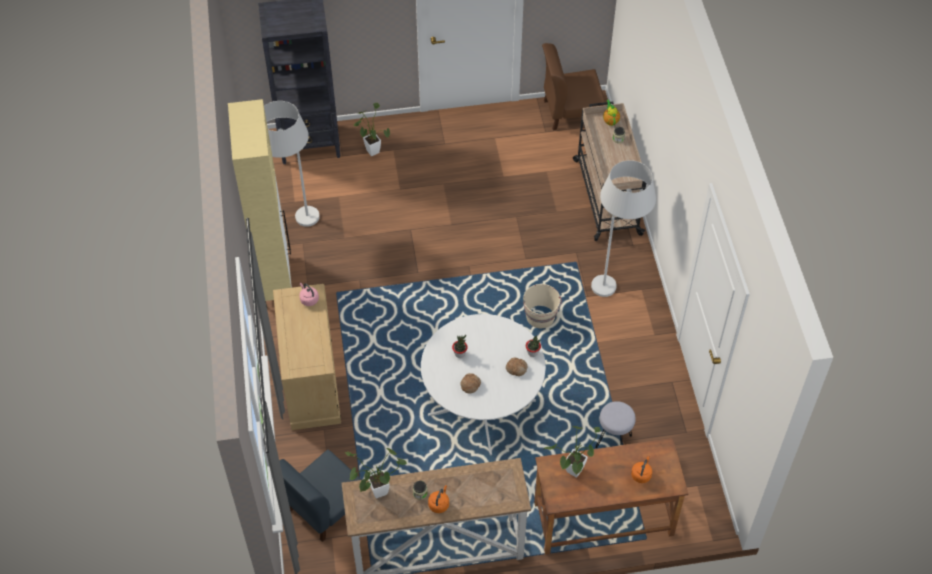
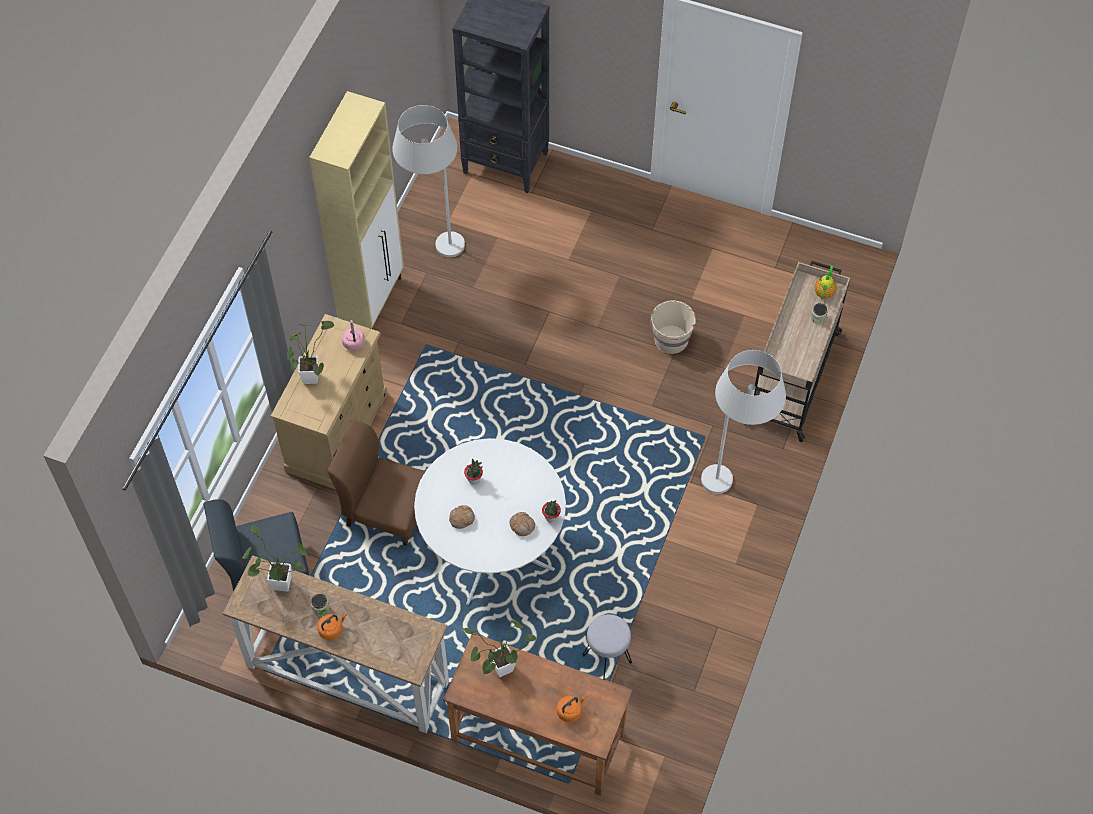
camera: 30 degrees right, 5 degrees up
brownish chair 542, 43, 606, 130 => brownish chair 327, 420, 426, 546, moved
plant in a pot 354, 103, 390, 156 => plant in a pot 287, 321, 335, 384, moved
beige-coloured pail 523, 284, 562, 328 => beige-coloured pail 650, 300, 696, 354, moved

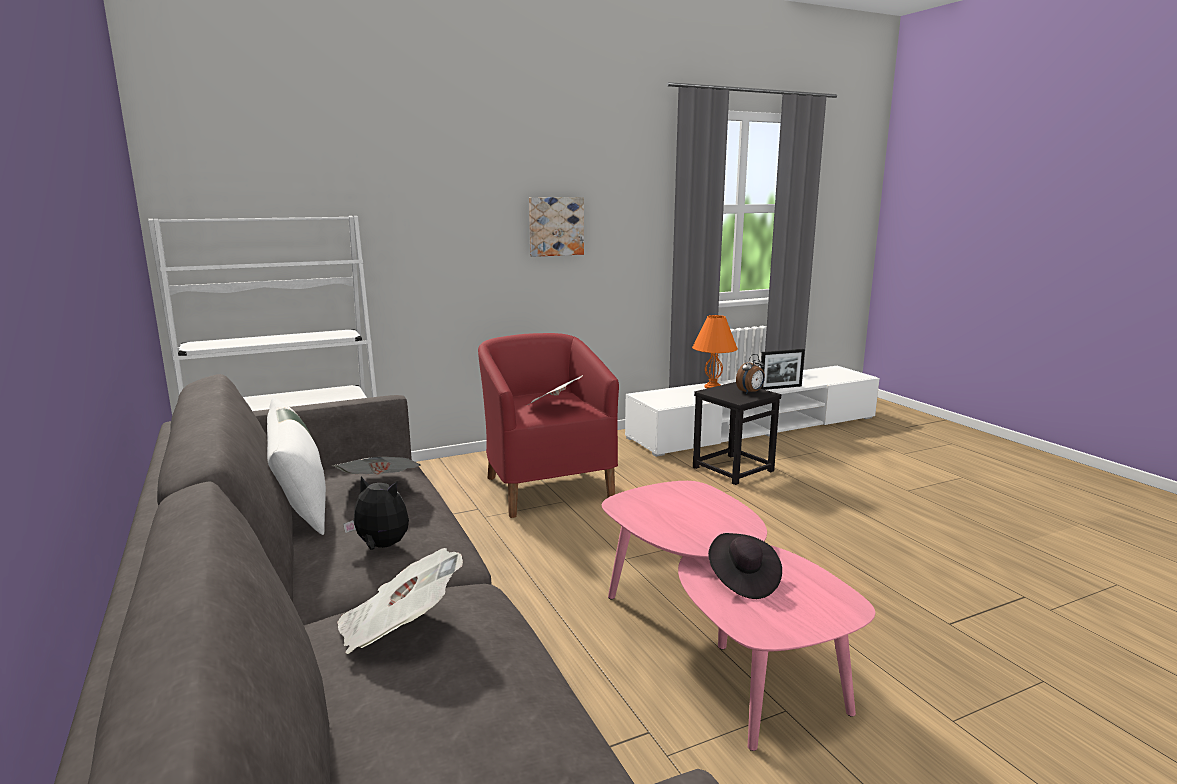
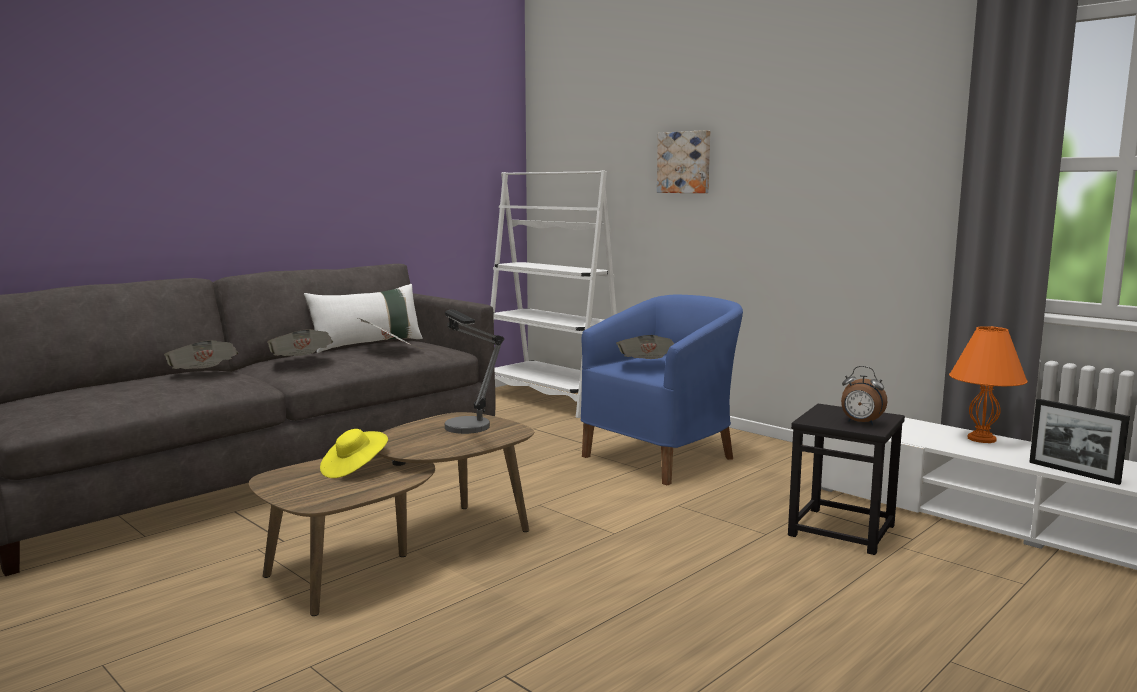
camera: 70 degrees right, 5 degrees down
picture 529, 197, 584, 257 => picture 657, 130, 710, 193, moved
reddish armchair 478, 333, 619, 518 => blue armchair 581, 295, 743, 485
plush toy 343, 476, 409, 550 => printed paper 267, 329, 333, 356
pinkish low table 602, 481, 876, 751 => brownish low table 249, 412, 534, 616
black-coloured clothing hat 708, 533, 782, 599 => yellow clothing hat 320, 429, 388, 478
nothing => lamp for a table 445, 310, 504, 434

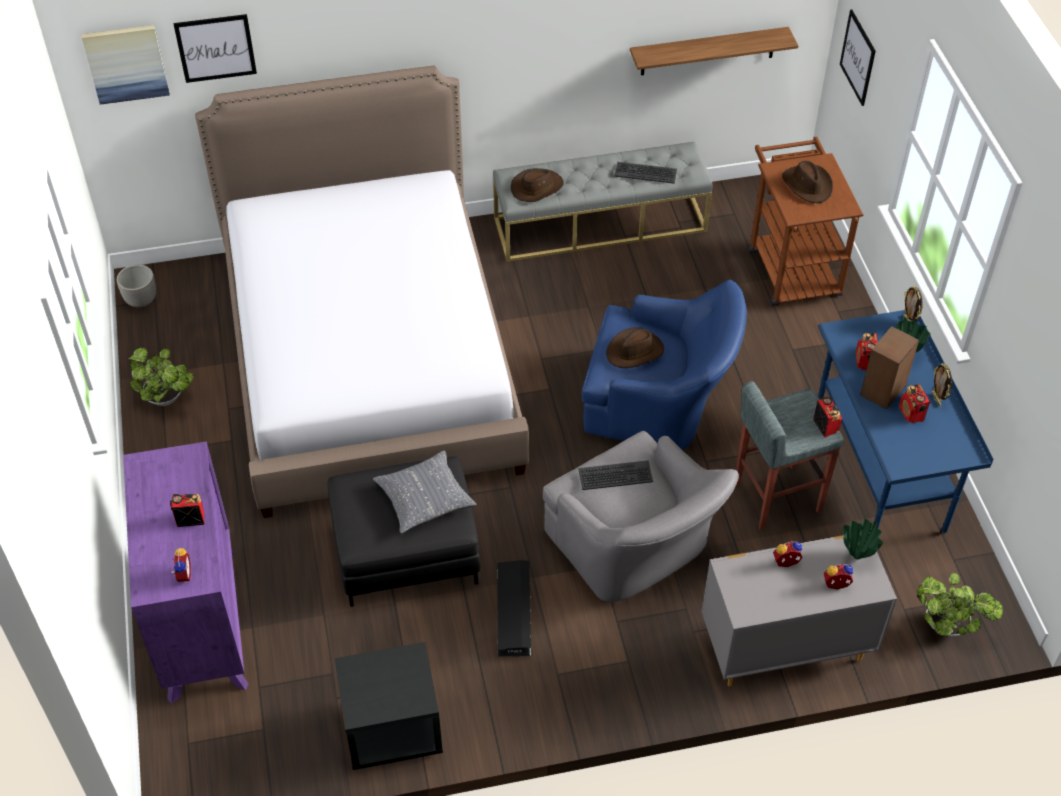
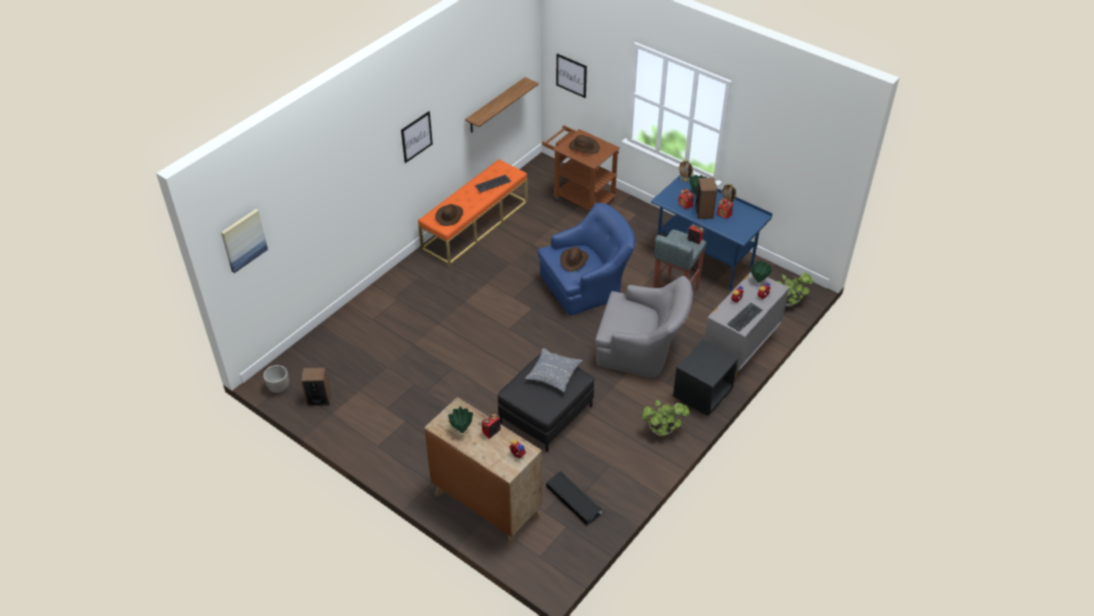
camera: 40 degrees left, 5 degrees down
picture 174, 14, 257, 83 => picture 401, 111, 433, 163, moved
bedroom bed 195, 66, 529, 518 => nothing
gray long seat 493, 142, 713, 262 => orangey long seat 418, 159, 528, 265
plant in a pot 127, 347, 194, 406 => plant in a pot 642, 400, 690, 436, moved
purple drawer chest 123, 441, 249, 704 => brownish drawer chest 424, 397, 542, 547
computer keyboard 578, 460, 653, 490 => computer keyboard 727, 303, 762, 332, moved
black-coloured storage box 497, 560, 531, 656 => black-coloured storage box 546, 471, 602, 526, moved
black-coloured night table 335, 642, 443, 770 => black-coloured night table 673, 339, 738, 416, moved
nothing => loudspeaker 301, 367, 331, 406
nothing => green flower vase 448, 407, 473, 433

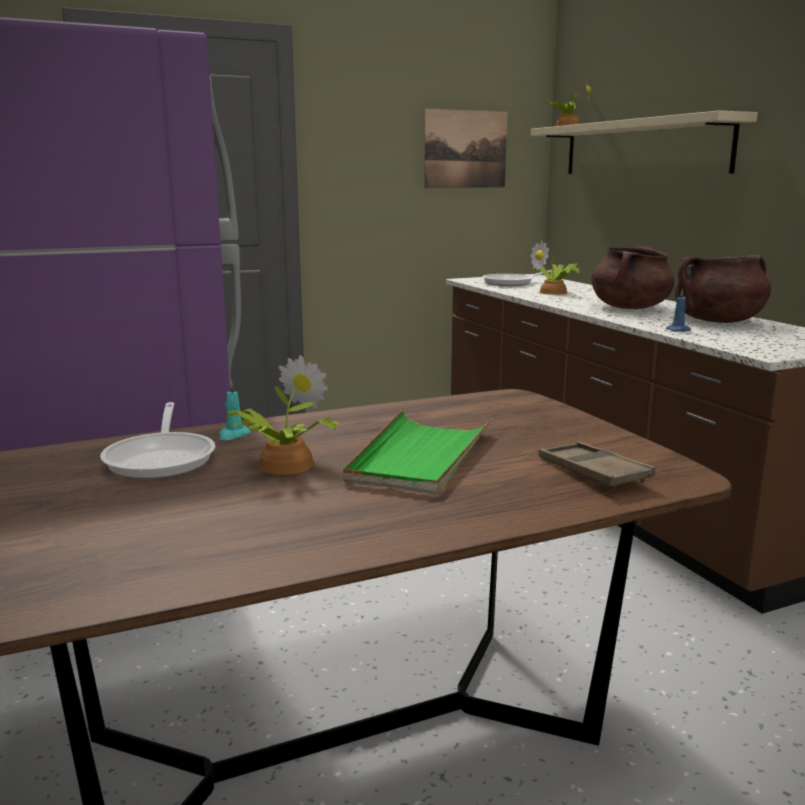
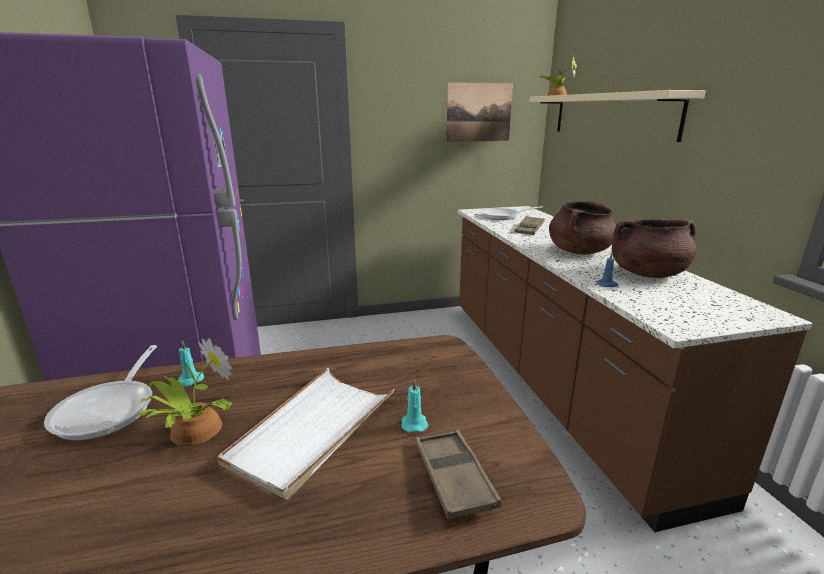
camera: 10 degrees right, 5 degrees up
plant in a pot 531, 240, 580, 295 => brownish tray 514, 216, 545, 235
green tray 343, 410, 492, 495 => white-coloured tray 217, 368, 394, 500
nothing => turquoise candle 401, 379, 428, 432

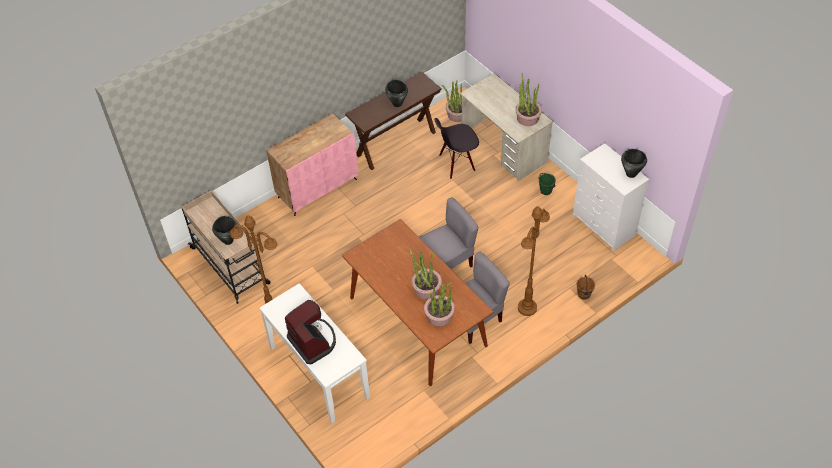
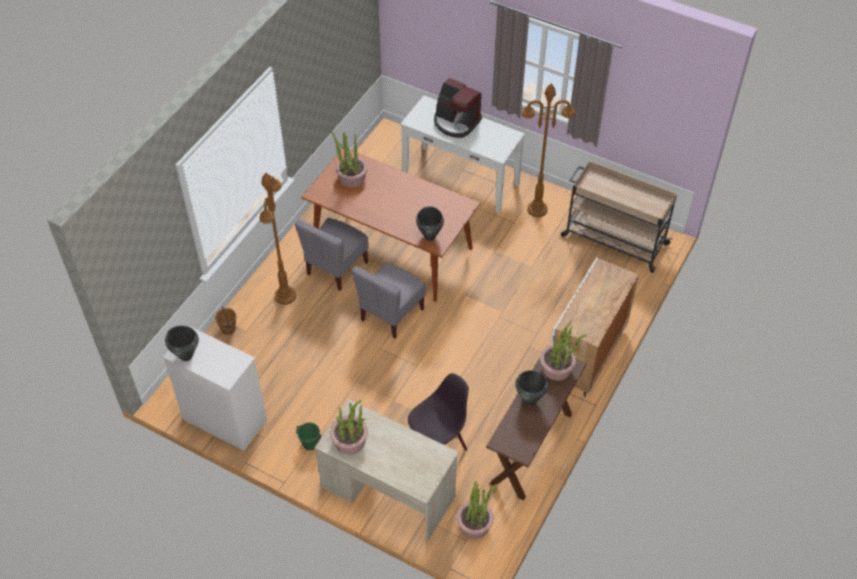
camera: 155 degrees right, 0 degrees up
pinkish storage cabinet 266, 113, 358, 216 => white-coloured storage cabinet 551, 257, 639, 397
black-coloured cooking pot 212, 216, 237, 245 => black-coloured cooking pot 416, 206, 444, 241, moved
plant in a pot 409, 248, 442, 299 => plant in a pot 540, 321, 587, 381, moved

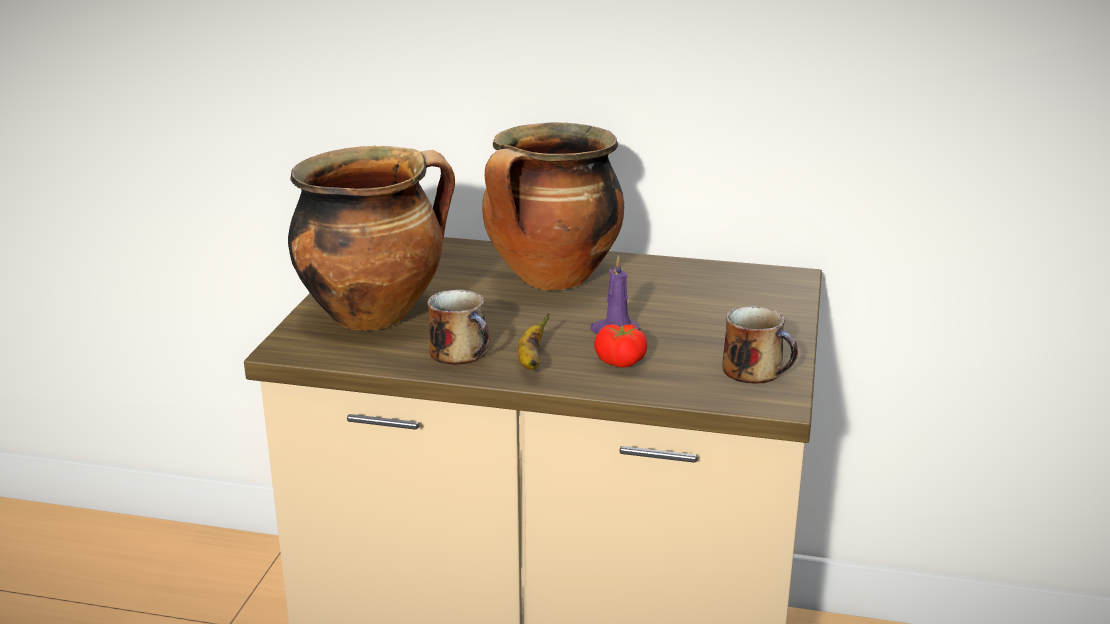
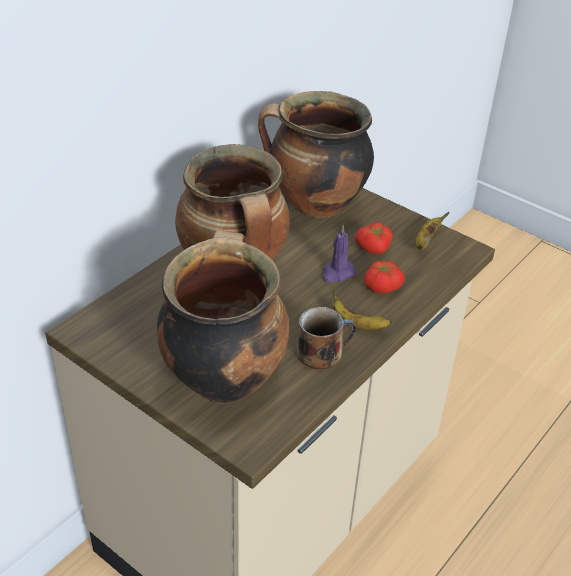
camera: 65 degrees left, 15 degrees up
mug 722, 306, 798, 384 => whole banana 416, 212, 449, 250
nothing => cooking pot 258, 91, 374, 218
nothing => fresh tomato 355, 222, 393, 254

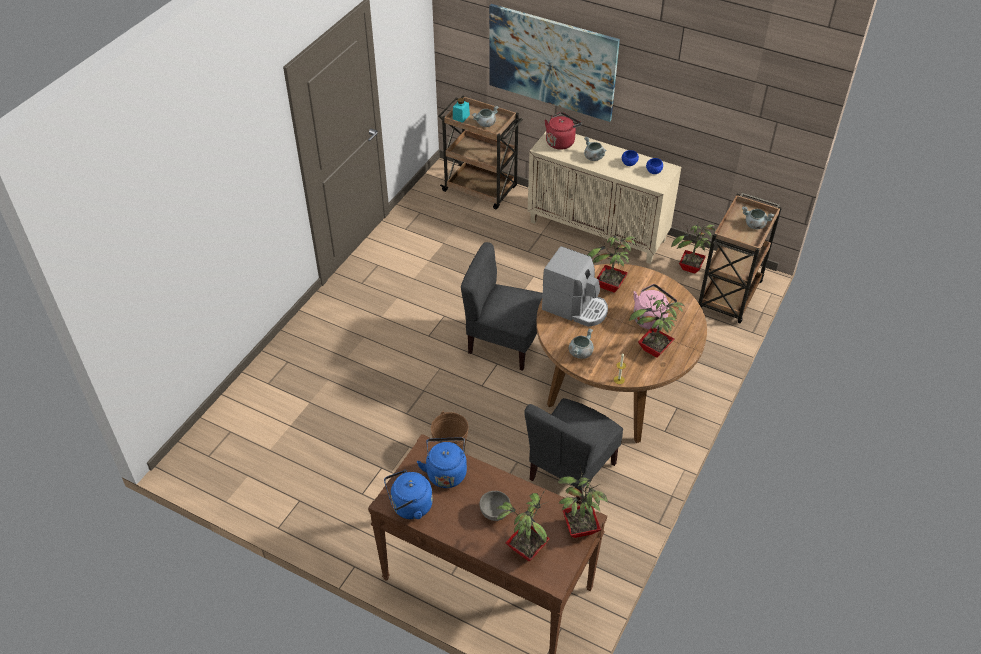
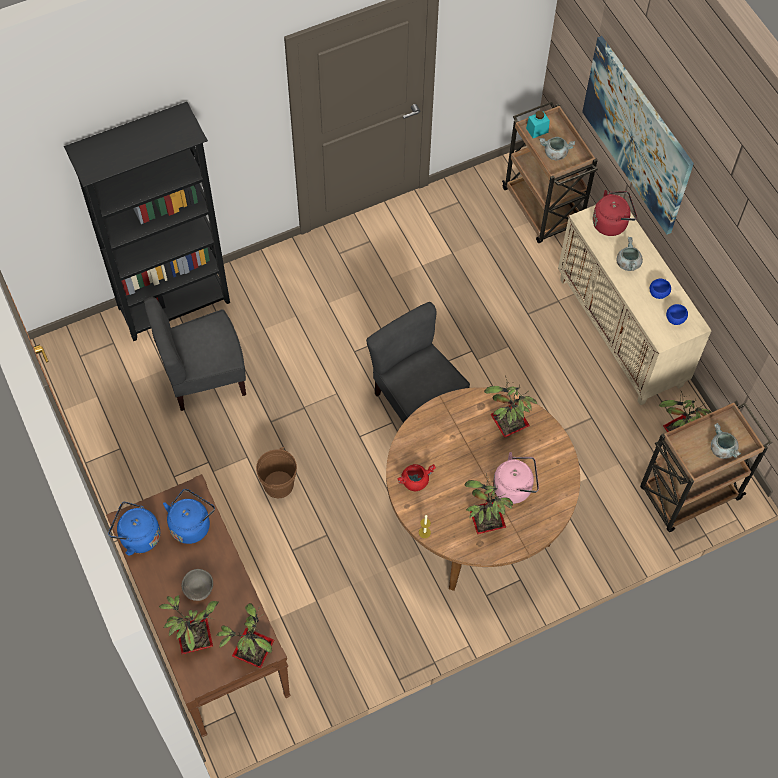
camera: 35 degrees right, 15 degrees up
coffee maker 542, 246, 608, 327 => nothing
gray cooking pot 569, 328, 594, 359 => reddish cooking pot 397, 464, 436, 491
gray chair 524, 398, 623, 505 => gray chair 144, 297, 246, 411, moved
nothing => black-coloured shelving unit 64, 102, 230, 341

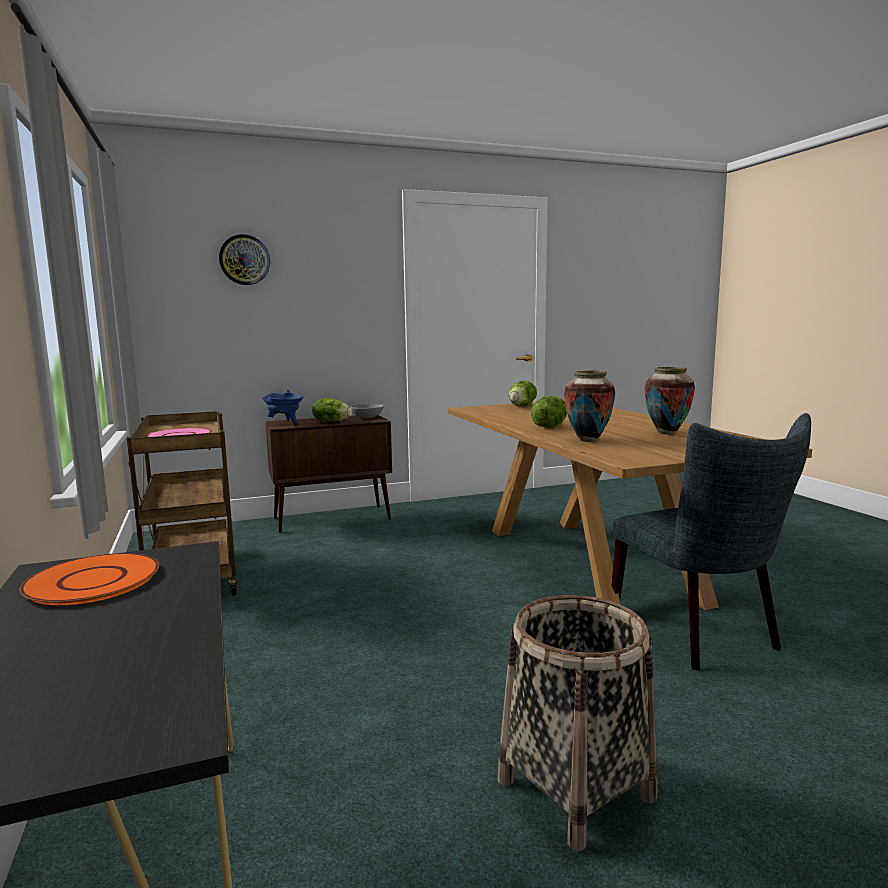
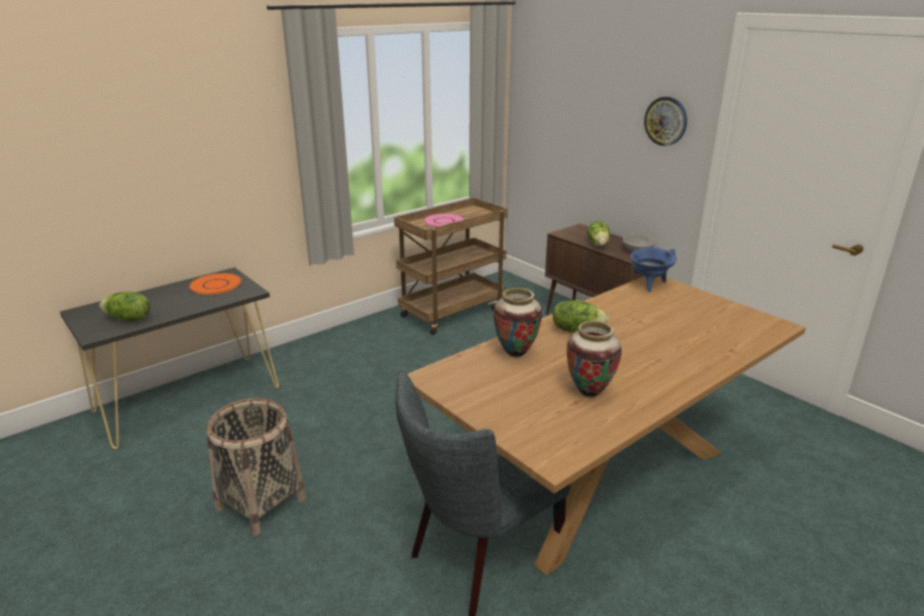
camera: 70 degrees right, 15 degrees up
wall clock 219, 234, 270, 285 => wall clock 644, 97, 687, 146, moved
head of lettuce 509, 381, 537, 406 => head of lettuce 99, 292, 150, 321, moved
blue cooking pot 262, 390, 304, 424 => blue cooking pot 630, 247, 676, 292, moved

